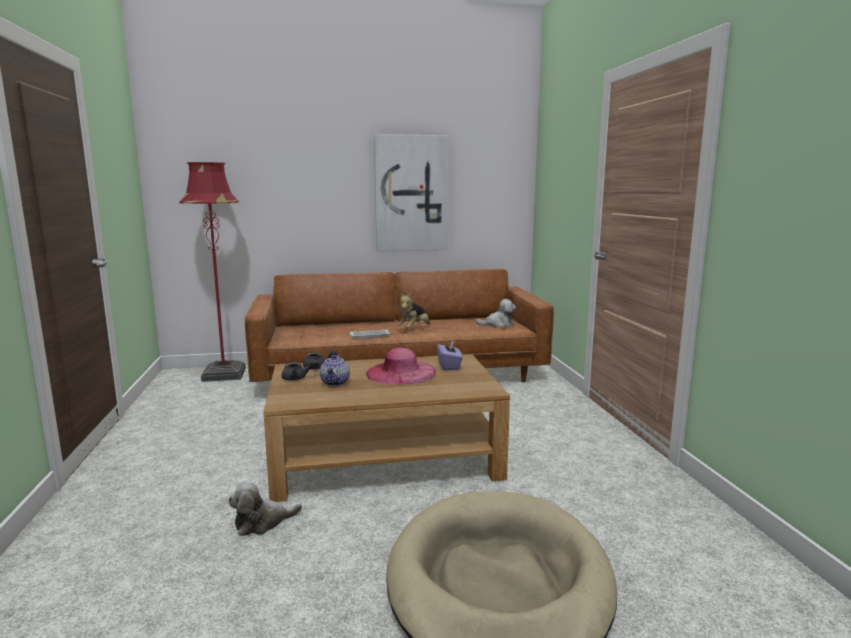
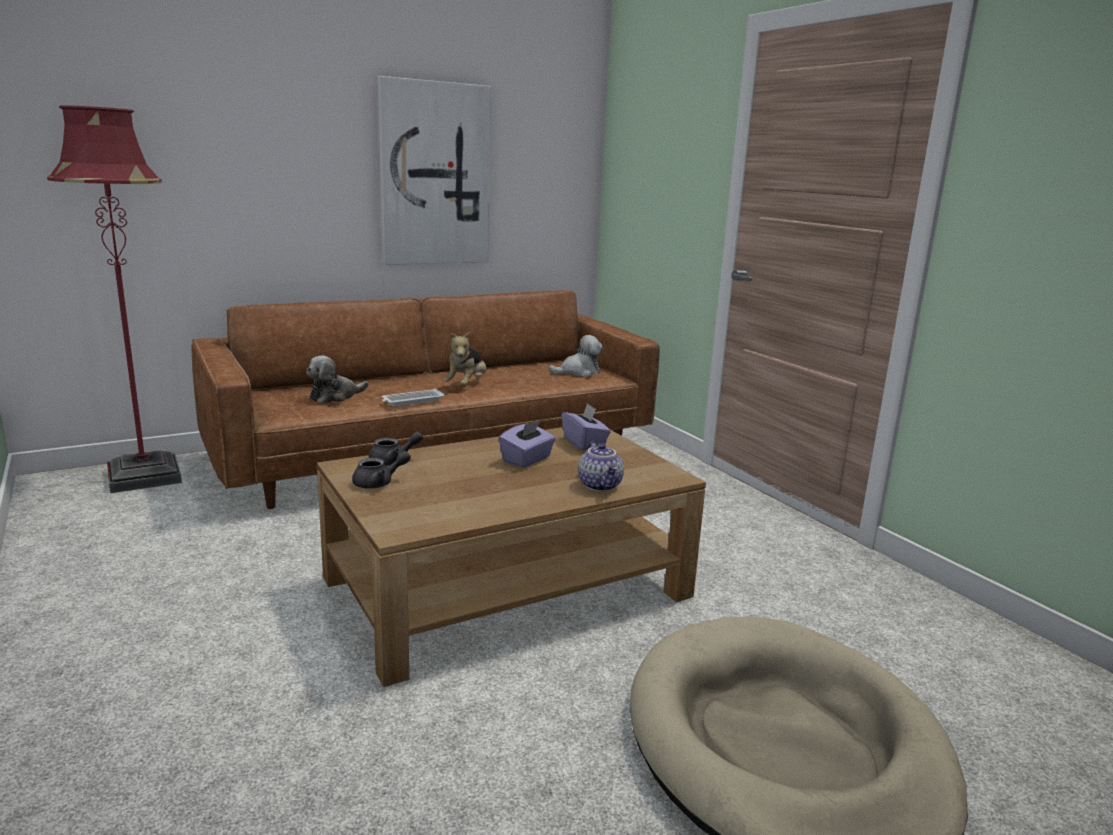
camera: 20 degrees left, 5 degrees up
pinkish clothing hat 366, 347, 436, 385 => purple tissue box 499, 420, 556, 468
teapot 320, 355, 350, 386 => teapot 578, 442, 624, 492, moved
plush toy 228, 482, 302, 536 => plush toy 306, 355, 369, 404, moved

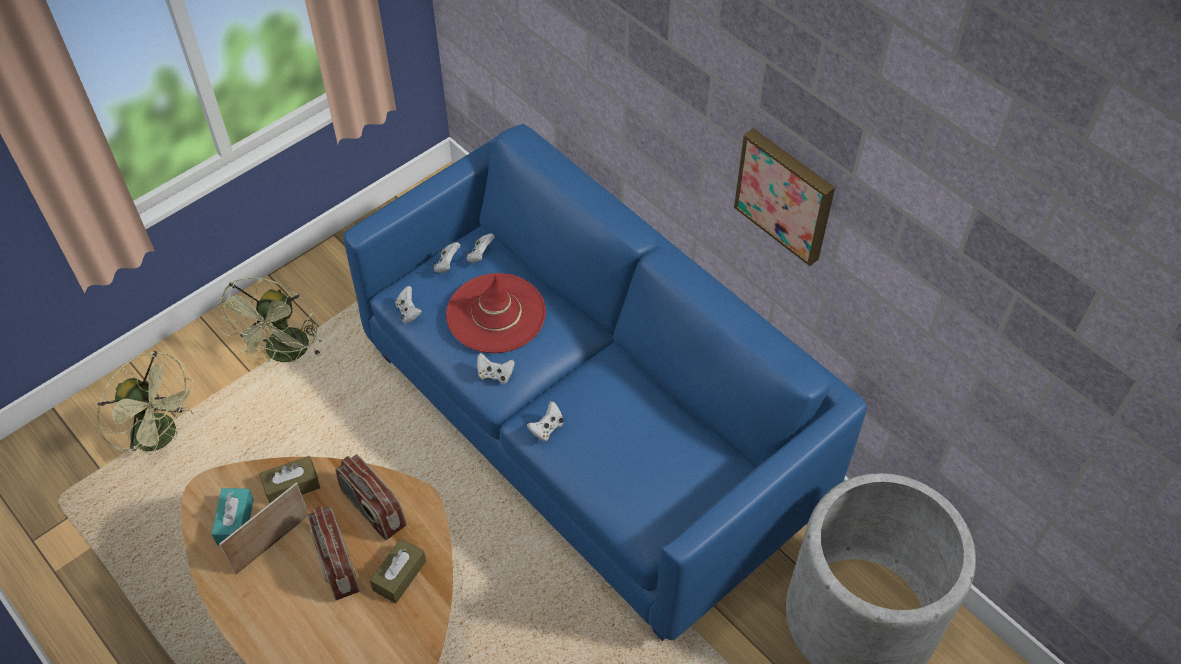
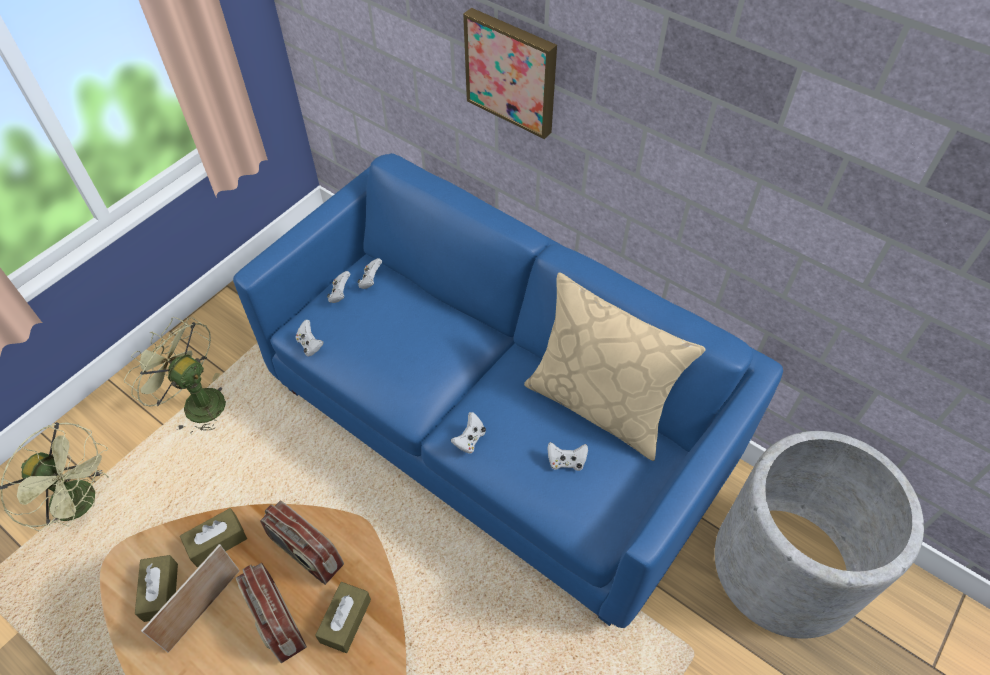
camera: 10 degrees left, 0 degrees up
picture 734, 128, 835, 266 => picture 463, 8, 557, 139, moved
reddish clothing hat 446, 273, 546, 353 => nothing
green electric fan 215, 277, 323, 363 => green electric fan 124, 317, 226, 435, 120 degrees clockwise
white-coloured game controller 477, 353, 514, 384 => white-coloured game controller 547, 442, 588, 471, moved
turquoise tissue box 212, 488, 254, 545 => brownish tissue box 135, 555, 178, 622
nothing => beige-coloured throw pillow 524, 272, 706, 461

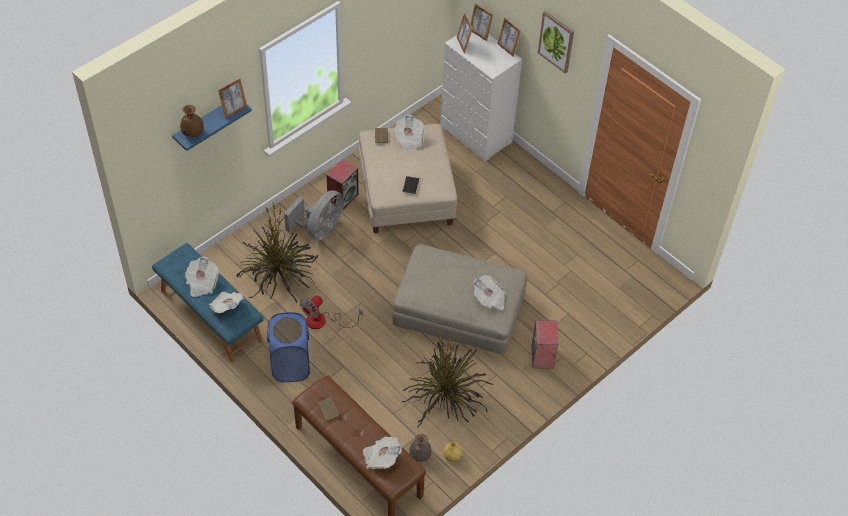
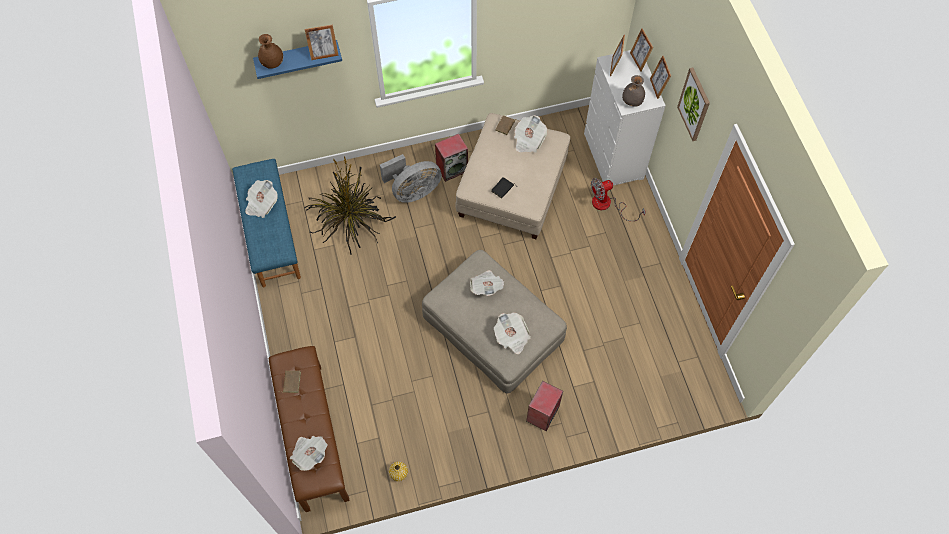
camera: 30 degrees right, 10 degrees up
printed paper 209, 292, 243, 313 => printed paper 470, 270, 504, 296, moved
electric fan 300, 295, 363, 329 => electric fan 591, 178, 646, 221, moved
blue laundry basket 267, 312, 310, 382 => nothing
plant in a pot 402, 333, 493, 427 => nothing
gray flower vase 410, 434, 431, 462 => gray flower vase 622, 75, 645, 106, moved

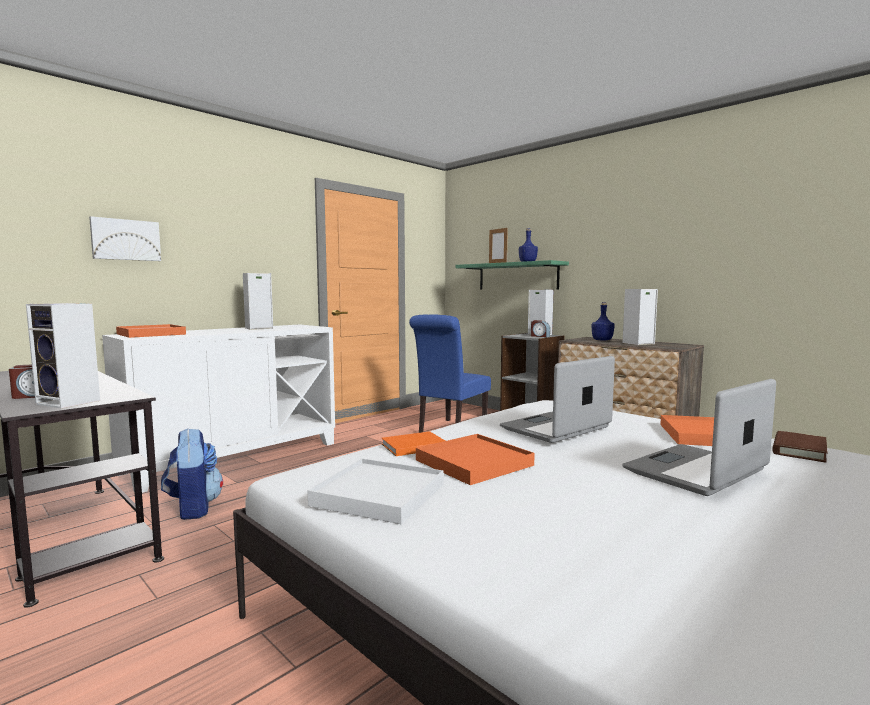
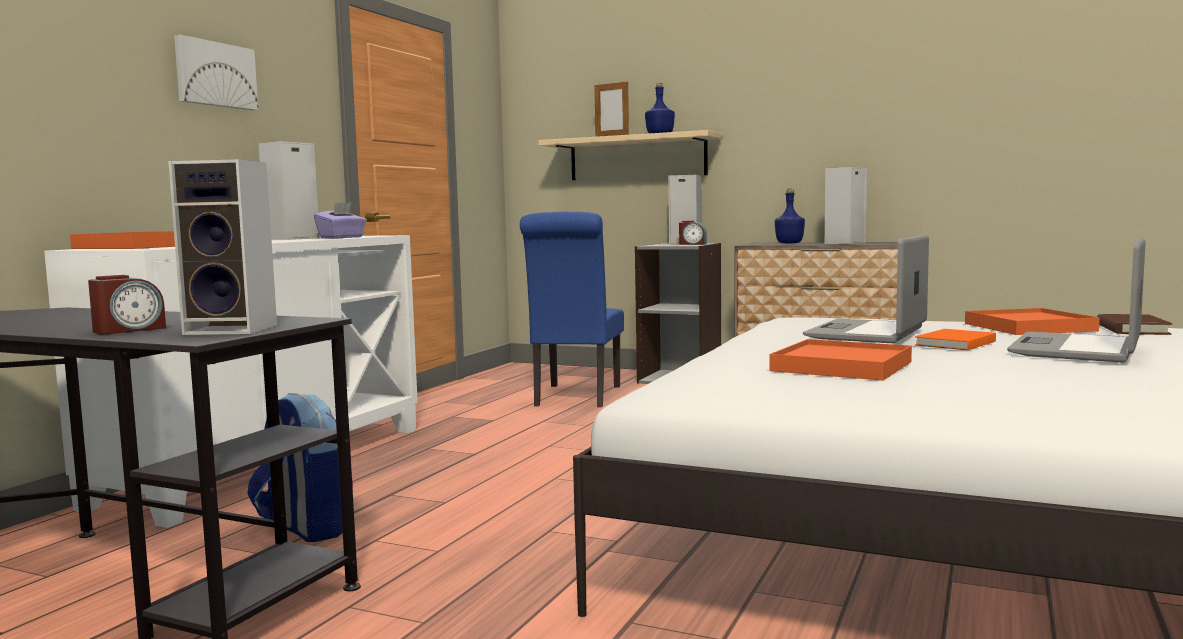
camera: 20 degrees left, 0 degrees up
picture 89, 216, 161, 261 => picture 174, 35, 258, 110, moved
green wall shelf 455, 260, 569, 290 => beige-coloured wall shelf 538, 130, 722, 180
orangey book 382, 431, 445, 456 => orangey book 915, 329, 996, 350, moved
white-coloured tray 308, 458, 444, 524 => nothing
nothing => purple tissue box 314, 202, 367, 238

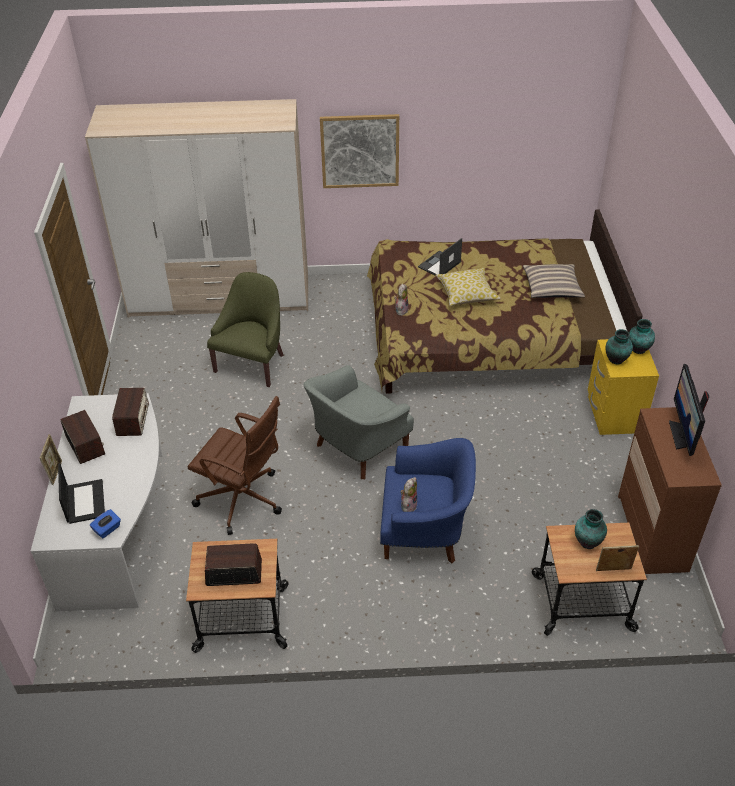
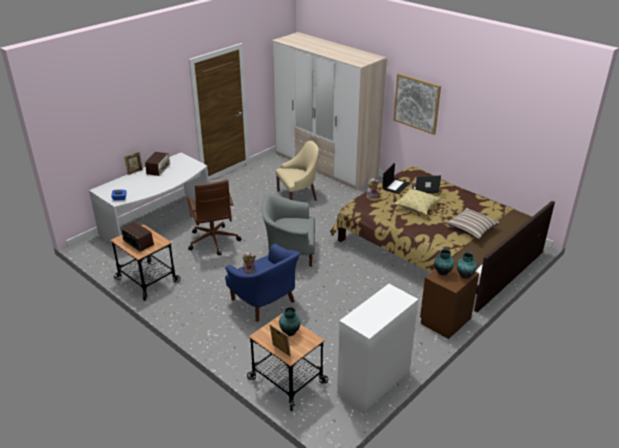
camera: 45 degrees right, 10 degrees down
green armchair 207, 272, 284, 387 => beige-coloured armchair 276, 141, 319, 201
yellow night table 588, 339, 659, 435 => brownish night table 420, 261, 479, 339
computer display 669, 364, 709, 456 => nothing
radio set 112, 388, 149, 436 => nothing
brownish drawer chest 618, 407, 722, 574 => white-coloured drawer chest 337, 284, 418, 412
notebook computer 58, 463, 105, 524 => notebook computer 382, 163, 410, 194, moved

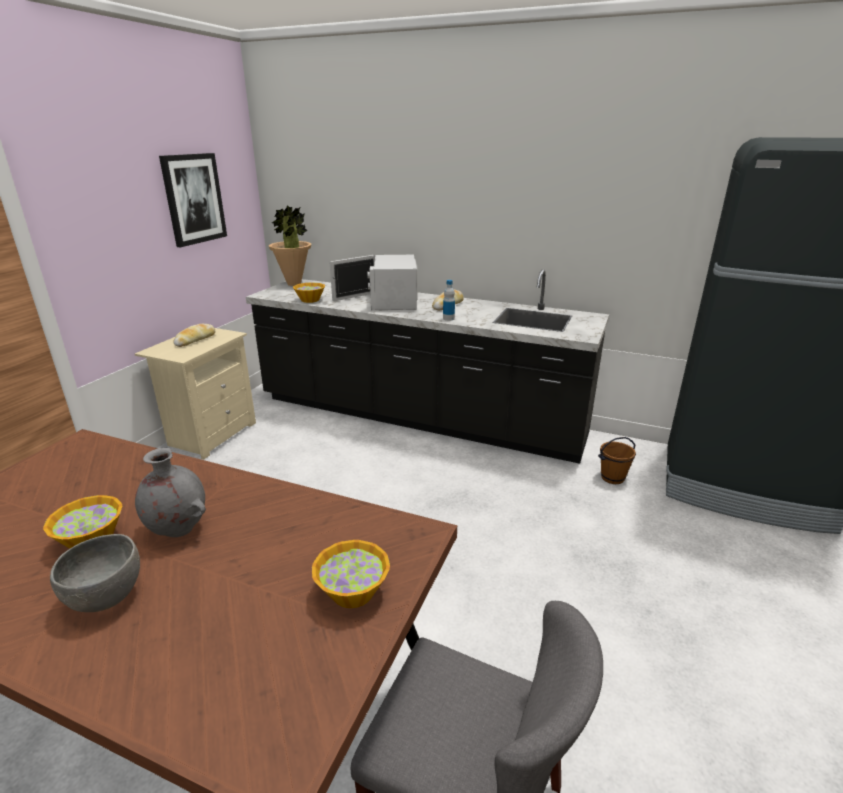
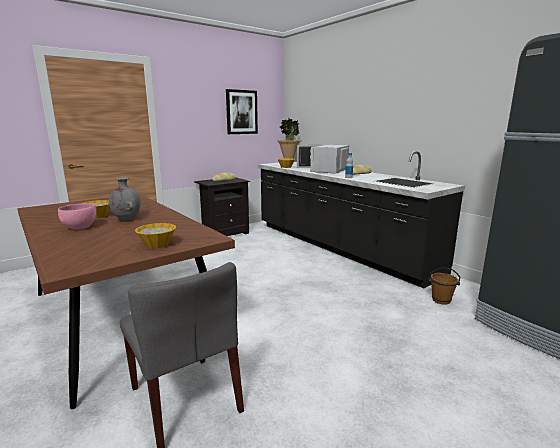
camera: 30 degrees right, 10 degrees down
beige-coloured night table 135, 328, 256, 460 => black-coloured night table 194, 178, 250, 236
gray serving bowl 50, 534, 140, 612 => pinkish serving bowl 58, 203, 96, 230

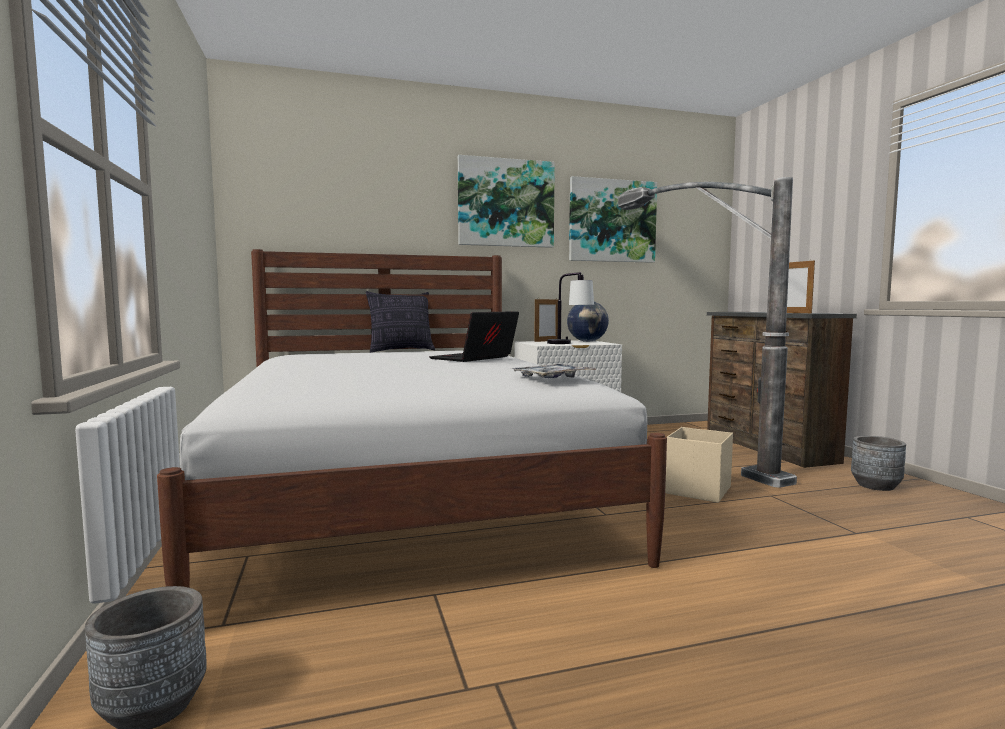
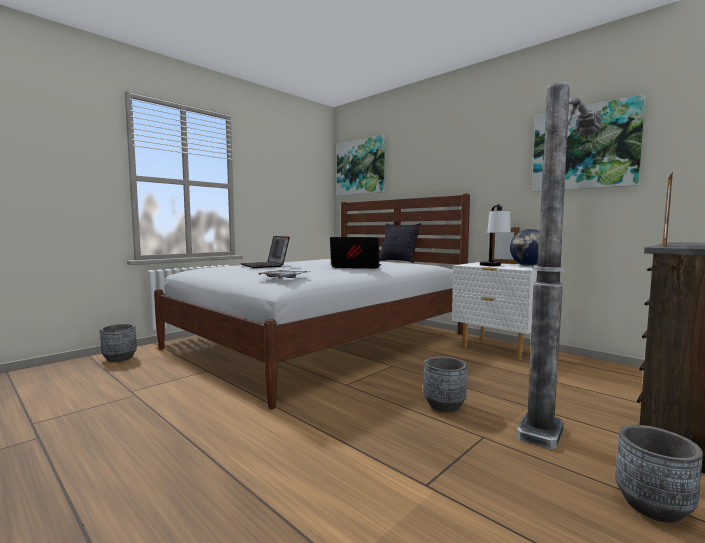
camera: 60 degrees right, 0 degrees up
picture 458, 155, 555, 248 => picture 337, 135, 385, 196, moved
beige-coloured storage box 665, 427, 733, 503 => gray planter 423, 357, 467, 412
nothing => notebook computer 241, 236, 290, 268

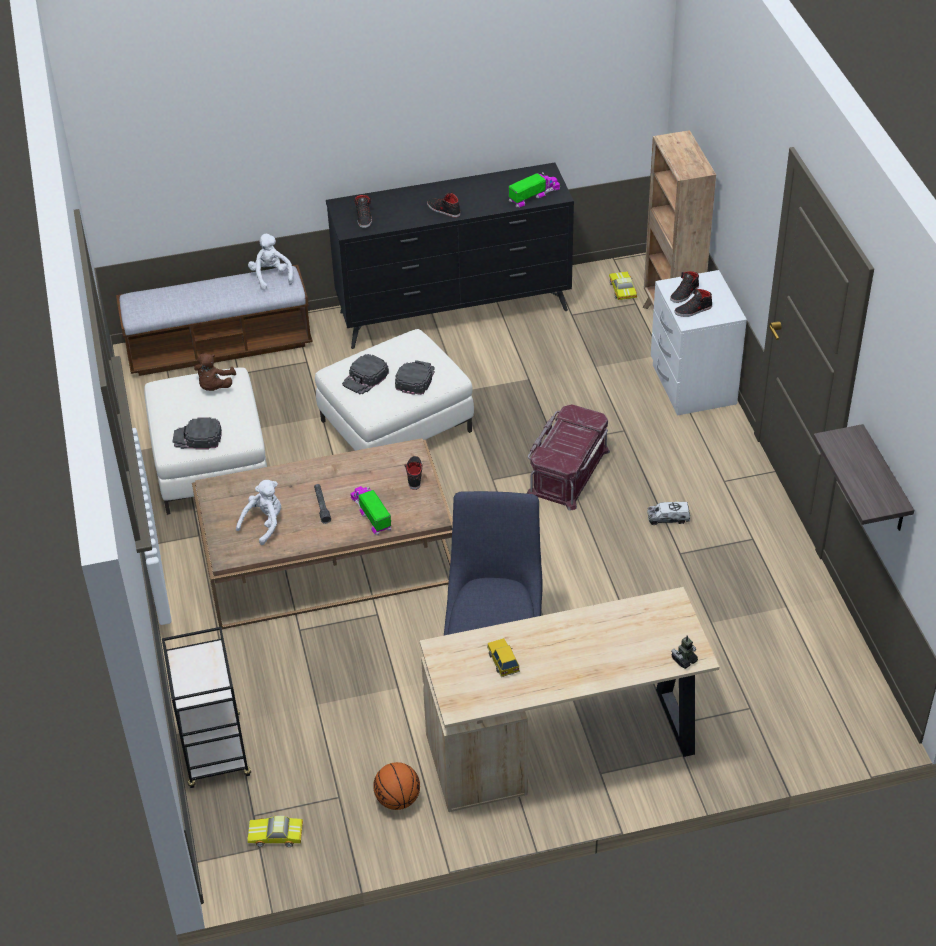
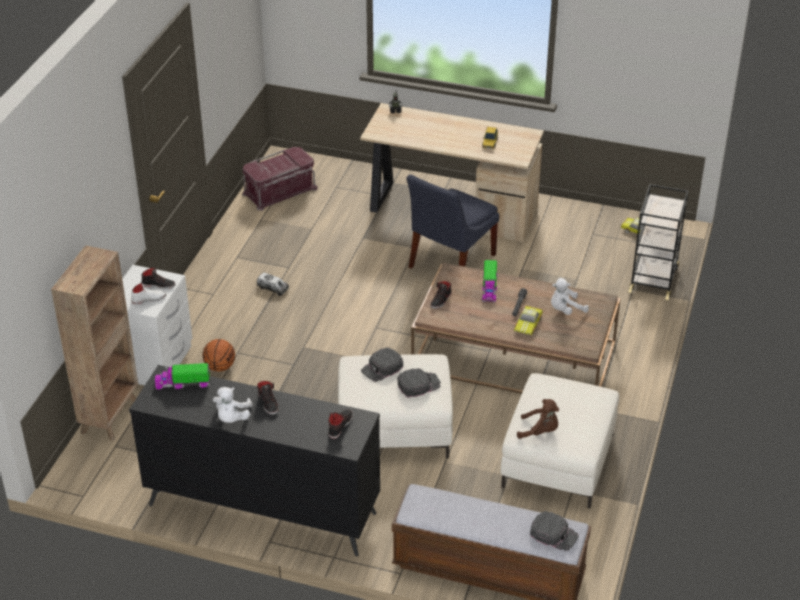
camera: 150 degrees left, 5 degrees down
white-coloured plush toy 248, 234, 293, 290 => white-coloured plush toy 213, 387, 253, 423, moved
model car 609, 271, 637, 300 => model car 514, 306, 543, 335, moved
black-coloured low shoe 670, 271, 699, 303 => white-coloured low shoe 131, 282, 166, 304
brownish plush toy 194, 353, 236, 391 => brownish plush toy 517, 399, 559, 439, 60 degrees clockwise
reddish storage box 527, 404, 610, 511 => reddish storage box 242, 147, 318, 211, moved
black-coloured peaked cap 172, 417, 222, 450 => black-coloured peaked cap 530, 511, 579, 551, moved
wall shelf 813, 424, 914, 531 => nothing
basketball ball 373, 762, 420, 810 => basketball ball 203, 339, 235, 372, moved

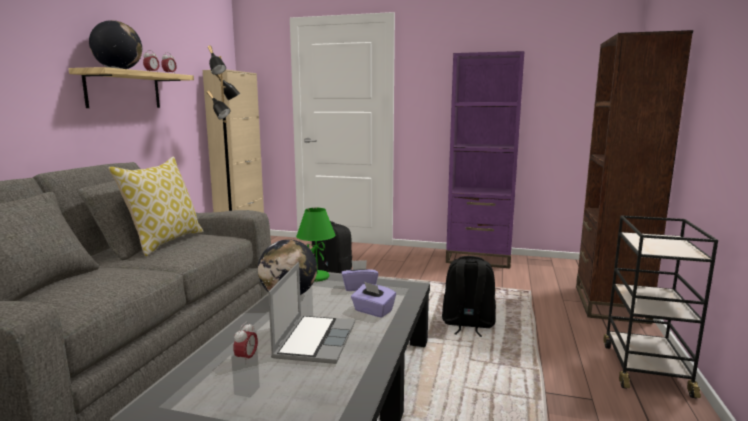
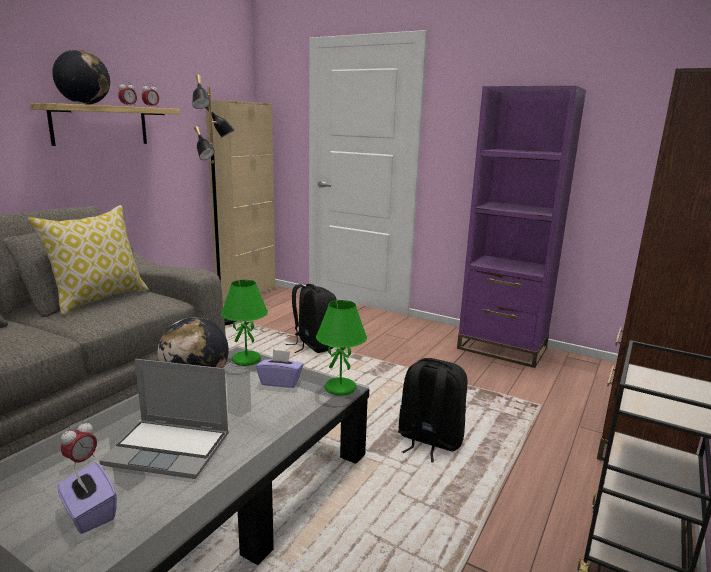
camera: 15 degrees right, 5 degrees up
notebook computer 268, 262, 355, 364 => notebook computer 100, 359, 229, 479, 75 degrees clockwise
purple tissue box 351, 282, 396, 318 => purple tissue box 57, 462, 117, 534, moved
nothing => green lamp for a table 316, 300, 367, 396

